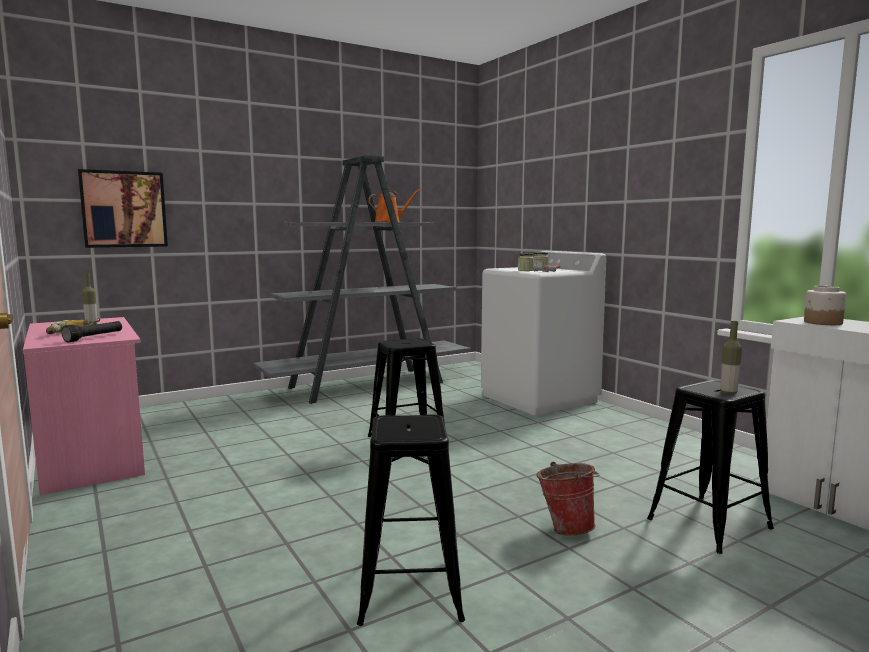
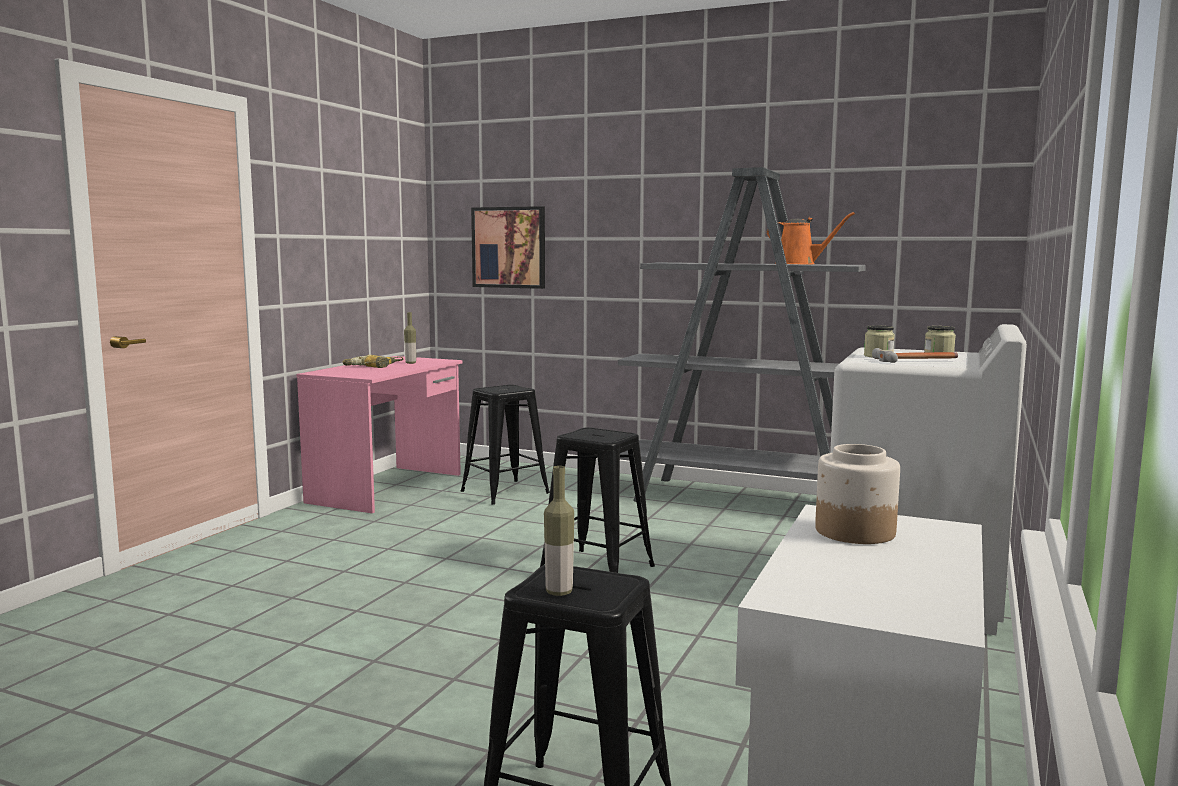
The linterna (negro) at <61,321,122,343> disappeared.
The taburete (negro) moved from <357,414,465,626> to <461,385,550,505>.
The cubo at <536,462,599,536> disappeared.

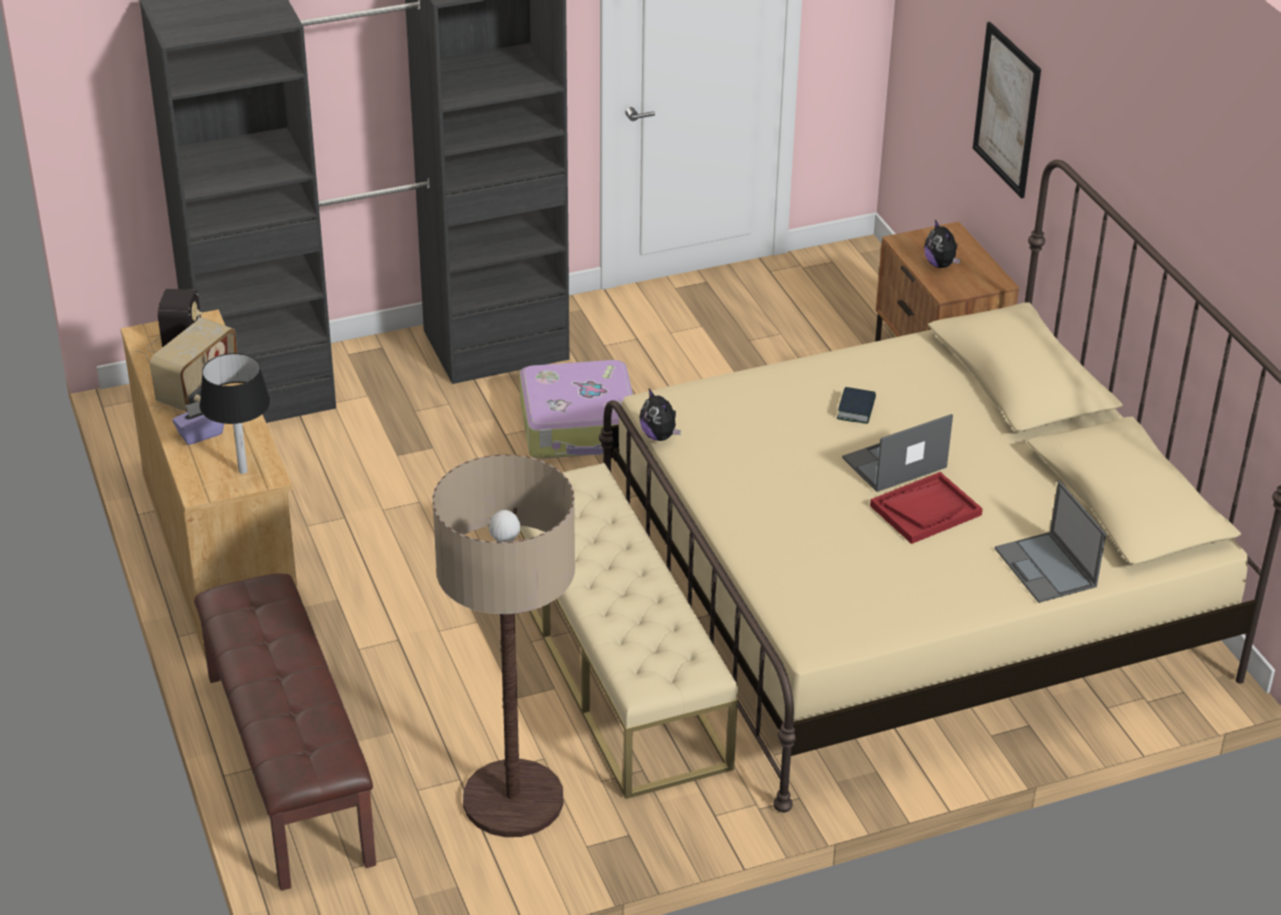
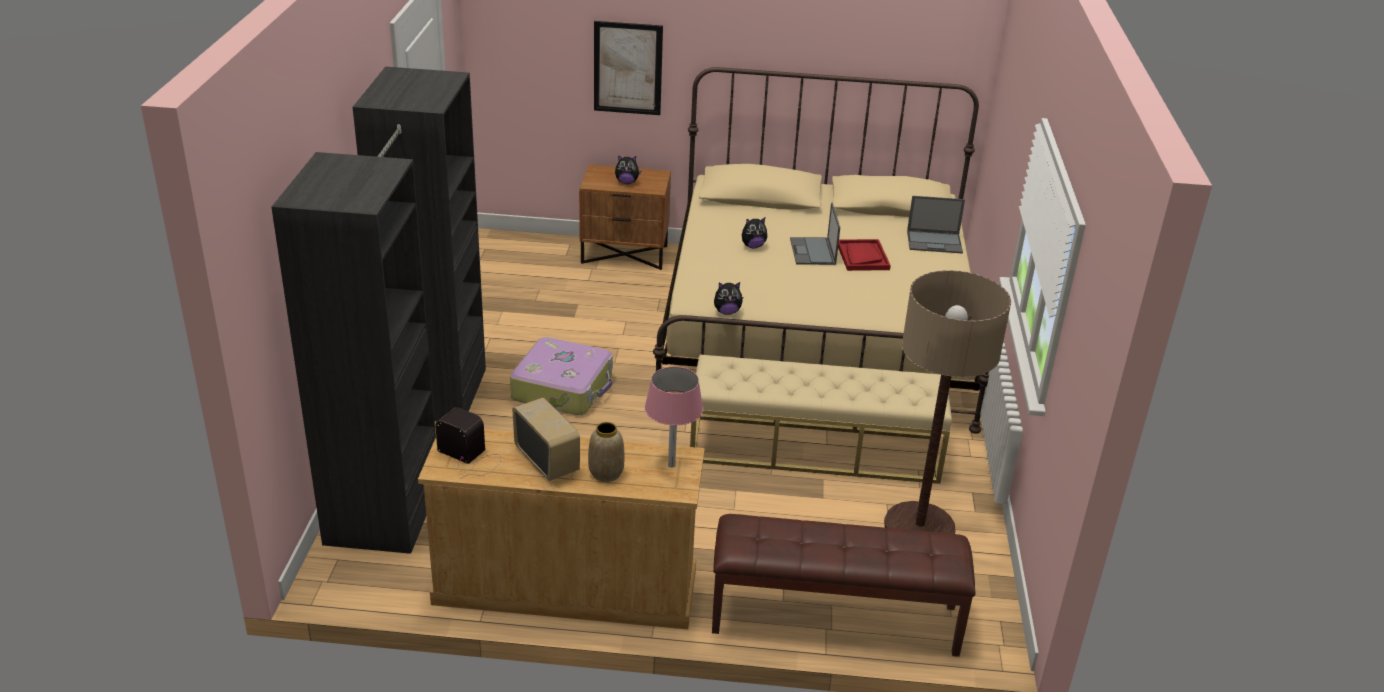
The caja de pañuelos (morado) at <172,401,224,445> was replaced by the florero at <588,422,625,482>.
The lámpara de mesa (negro) at <199,353,271,474> became the lámpara de mesa (rosa) at <645,367,703,468>.
The libro at <837,387,876,424> was replaced by the peluche at <742,218,767,248>.

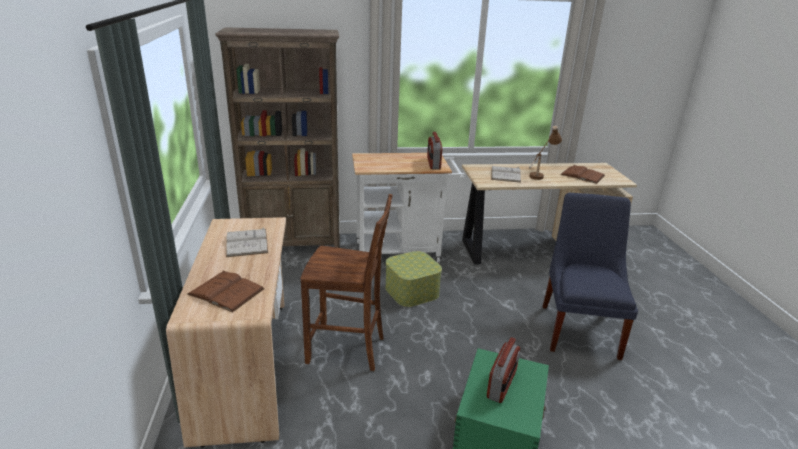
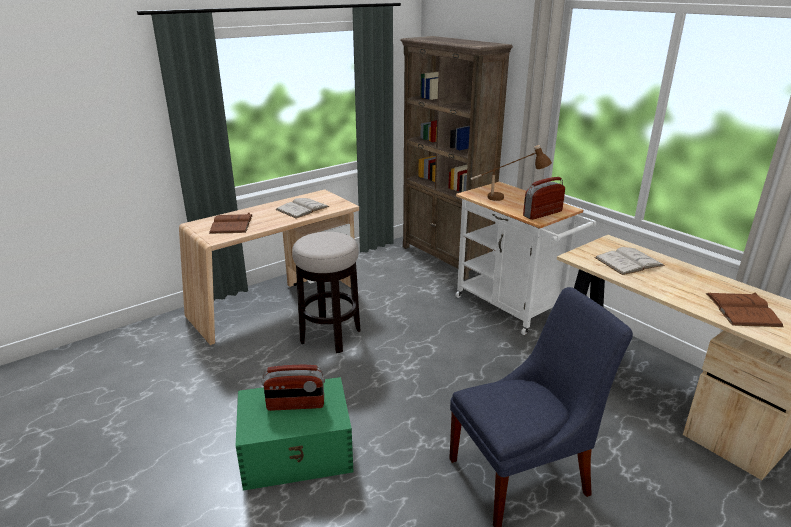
The silla (marrón) at <301,194,393,371> was replaced by the taburete at <292,232,361,353>.
The caja de almacenaje at <385,251,442,307> disappeared.
The lámpara de mesa (marrón) moved from <529,126,562,180> to <471,145,552,201>.

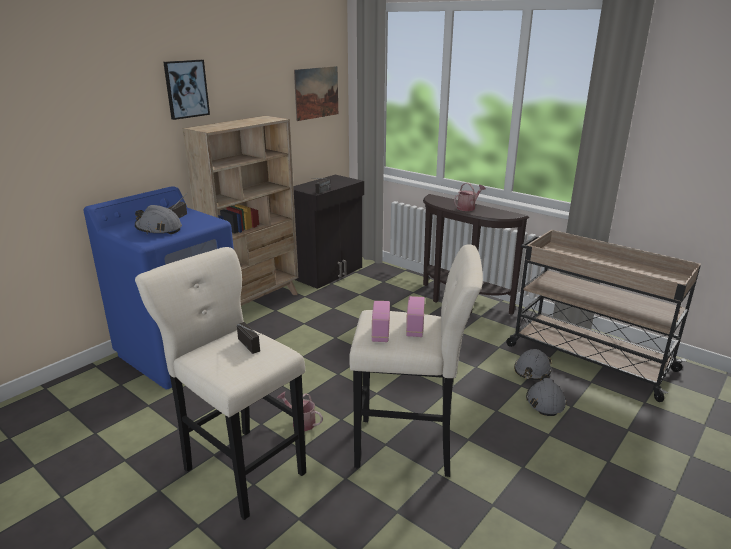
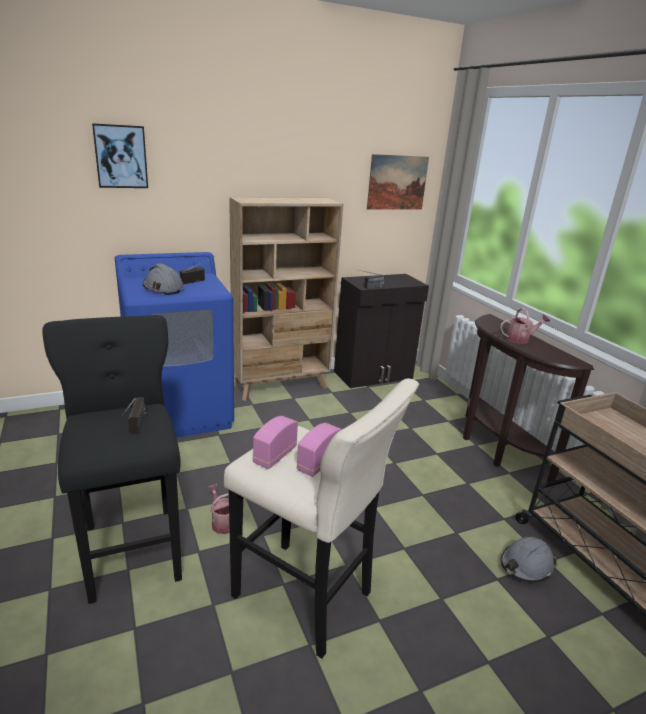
The taburete (beis) at <135,247,306,520> became the taburete (negro) at <42,315,182,604>.
The cuadro moved from <163,60,210,120> to <92,123,148,188>.
The casco (gris) at <526,374,567,416> disappeared.

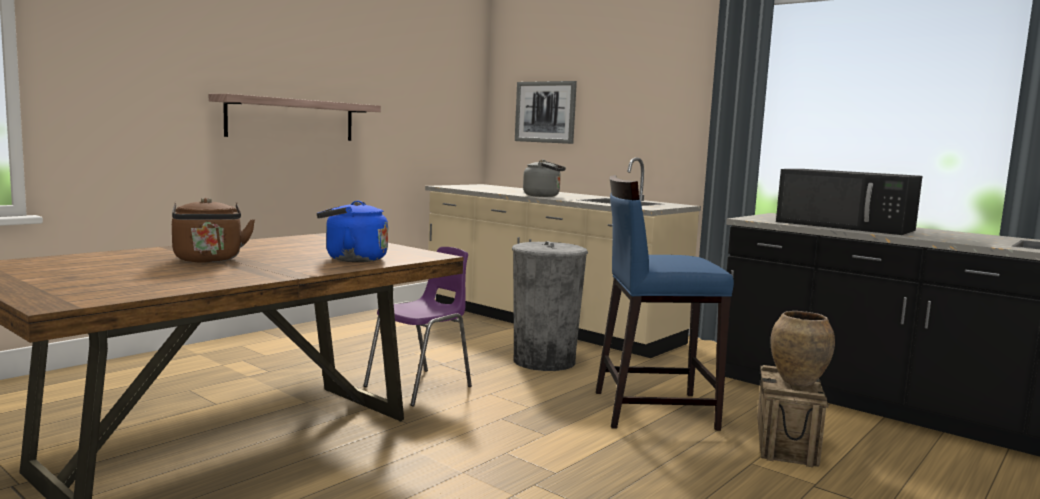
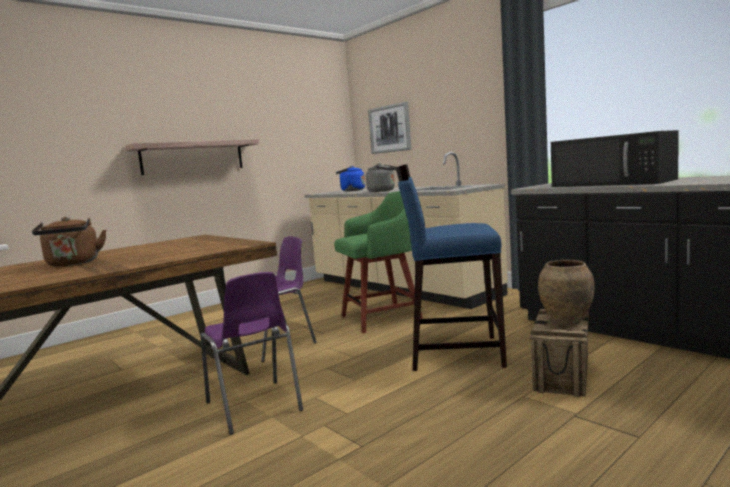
The hervidor (azul) moved from <317,201,388,262> to <336,166,365,191>.
The papelera (gris) at <512,241,588,371> was replaced by the taburete (verde) at <334,191,423,333>.
The silla (morado) at <200,272,303,435> appeared.

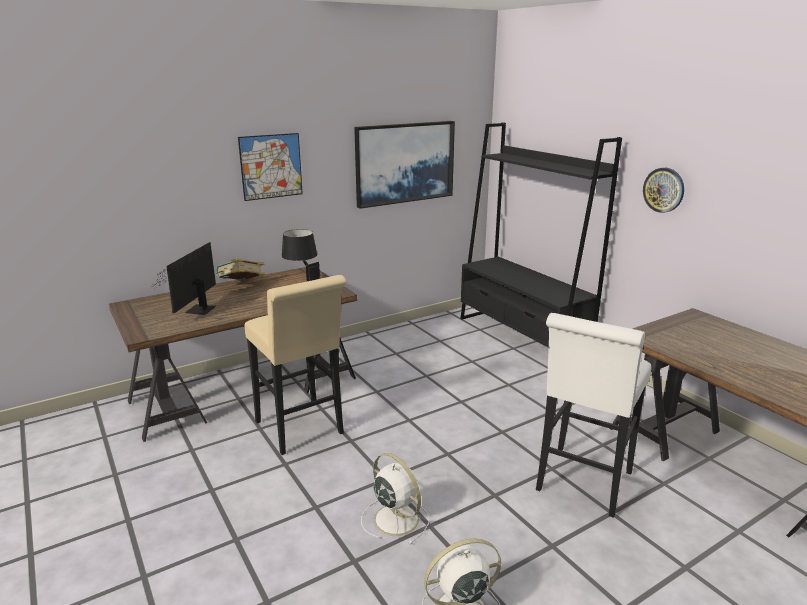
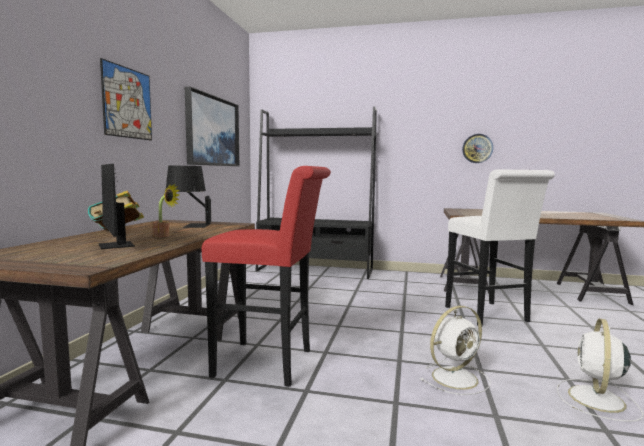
The taburete (beis) at <245,275,346,455> became the taburete (rojo) at <202,166,331,387>.
The ventilador (blanco) at <361,453,429,545> turned 150 degrees clockwise.
The reloj de pared moved from <643,168,684,213> to <462,134,493,163>.
The planta en maceta at <152,183,180,237> appeared.

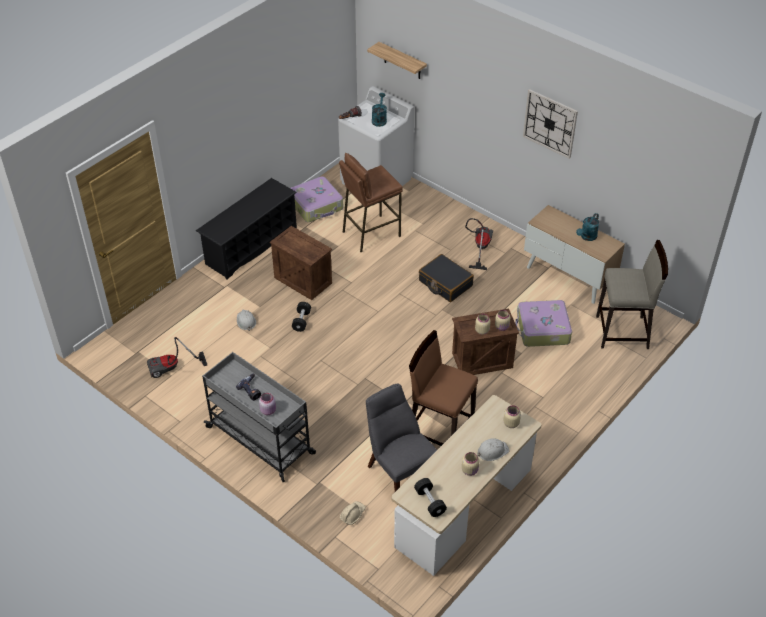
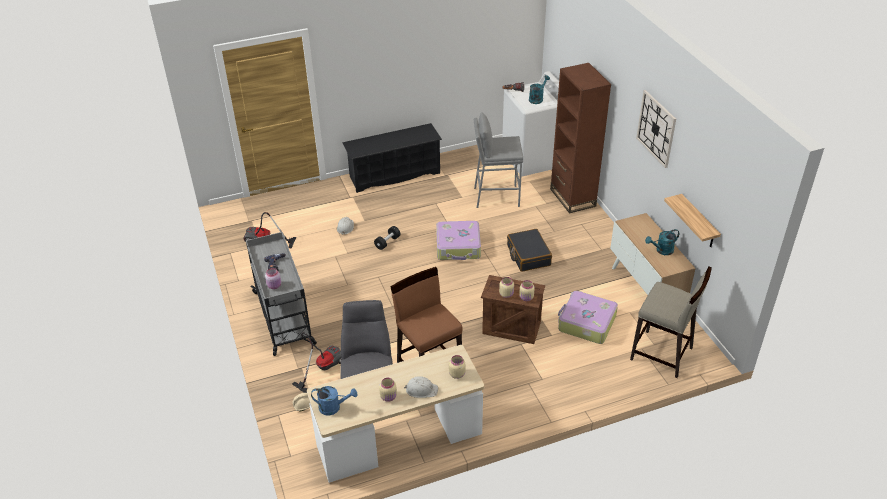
The caja de embalaje at <270,226,332,300> disappeared.
The maleta moved from <290,176,343,222> to <436,221,481,260>.
The taburete (marrón) at <339,153,403,252> became the taburete (gris) at <474,112,523,208>.
The estante moved from <367,42,427,79> to <664,194,721,247>.
The mancuerna (negro) at <414,478,447,517> was replaced by the regadera (azul) at <311,386,357,416>.
The aspiradora moved from <465,218,493,270> to <292,332,342,393>.
The estantería (marrón) at <550,63,611,213> appeared.

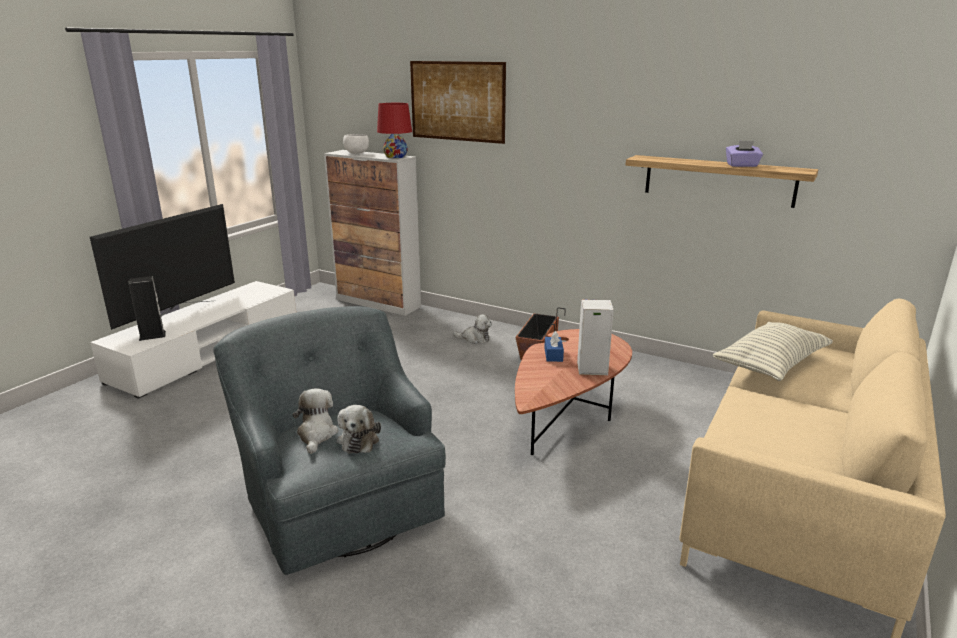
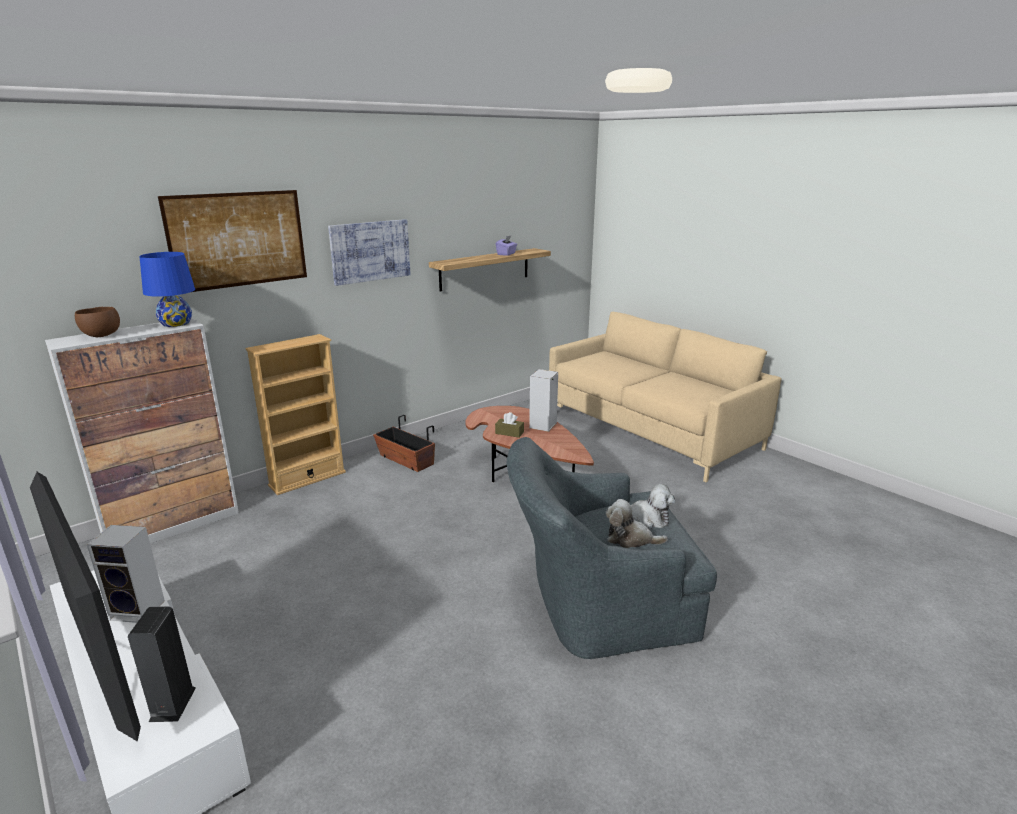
The cuenco (blanco) at <343,134,369,154> became the cuenco (marrón) at <75,307,120,337>.
The lámpara de mesa (rojo) at <377,103,412,158> became the lámpara de mesa (azul) at <139,252,195,327>.
The peluche at <453,314,492,344> disappeared.
The caja de pañuelos (azul) at <544,331,564,362> became the caja de pañuelos (marrón) at <495,412,524,438>.
The cojín at <713,322,833,381> disappeared.
The altavoz at <87,525,165,623> appeared.
The estantería (beis) at <245,334,346,495> appeared.
The cuadro at <328,219,410,286> appeared.

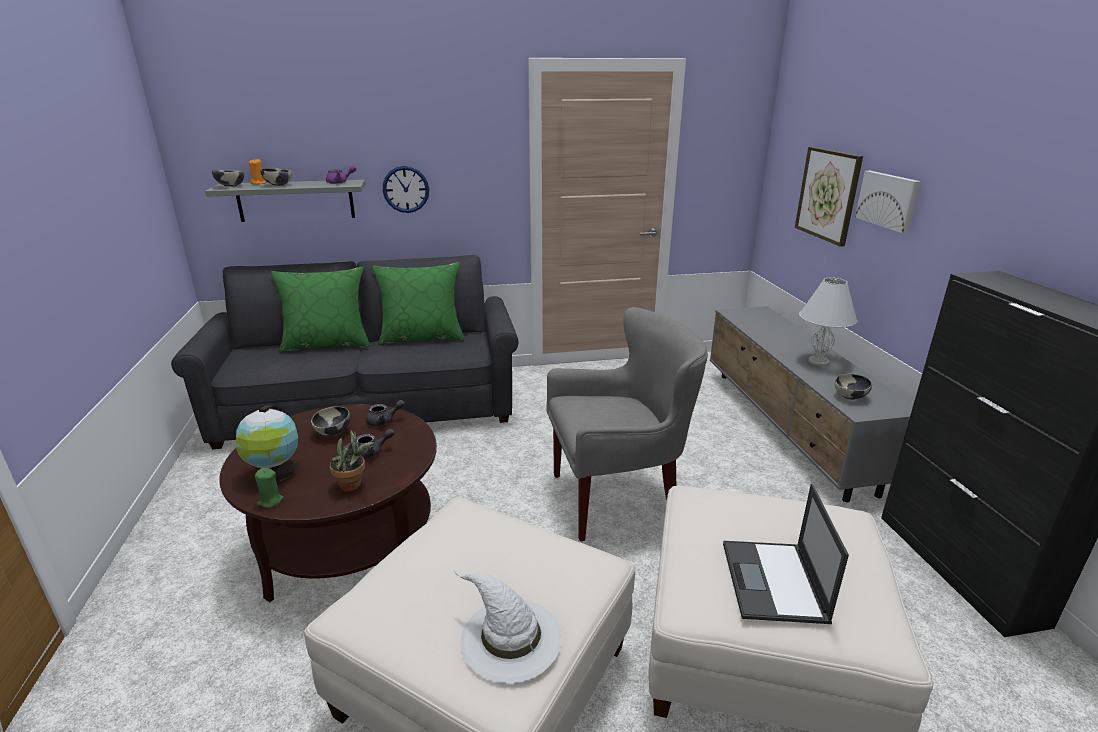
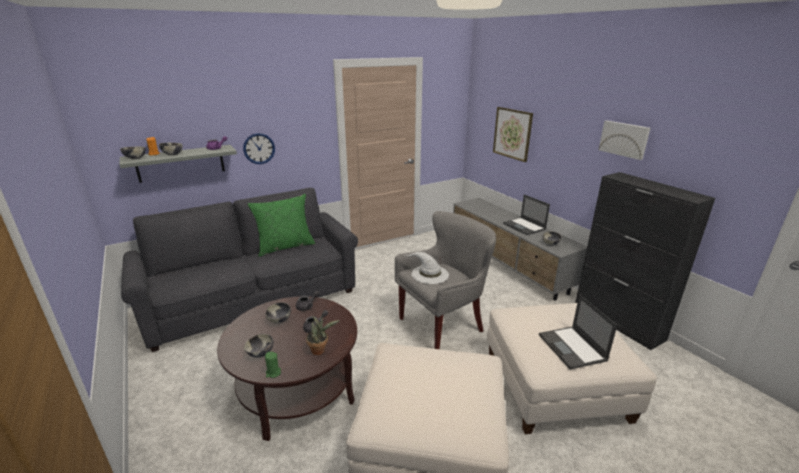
The globo terráqueo at <236,405,298,482> was replaced by the cuenco at <244,334,273,358>.
The cojín (verde) at <271,266,370,353> disappeared.
The sombrero (blanco) moved from <454,571,562,683> to <404,252,449,284>.
The lámpara de mesa (blanco) at <799,278,857,366> was replaced by the portátil at <503,195,550,235>.
The cuadro moved from <855,171,921,233> to <599,121,650,160>.

